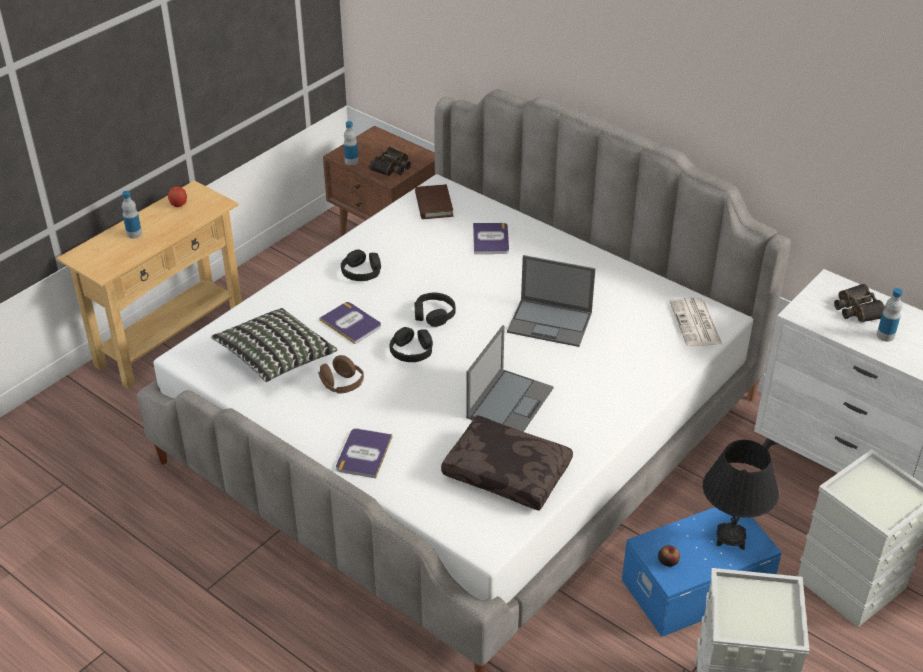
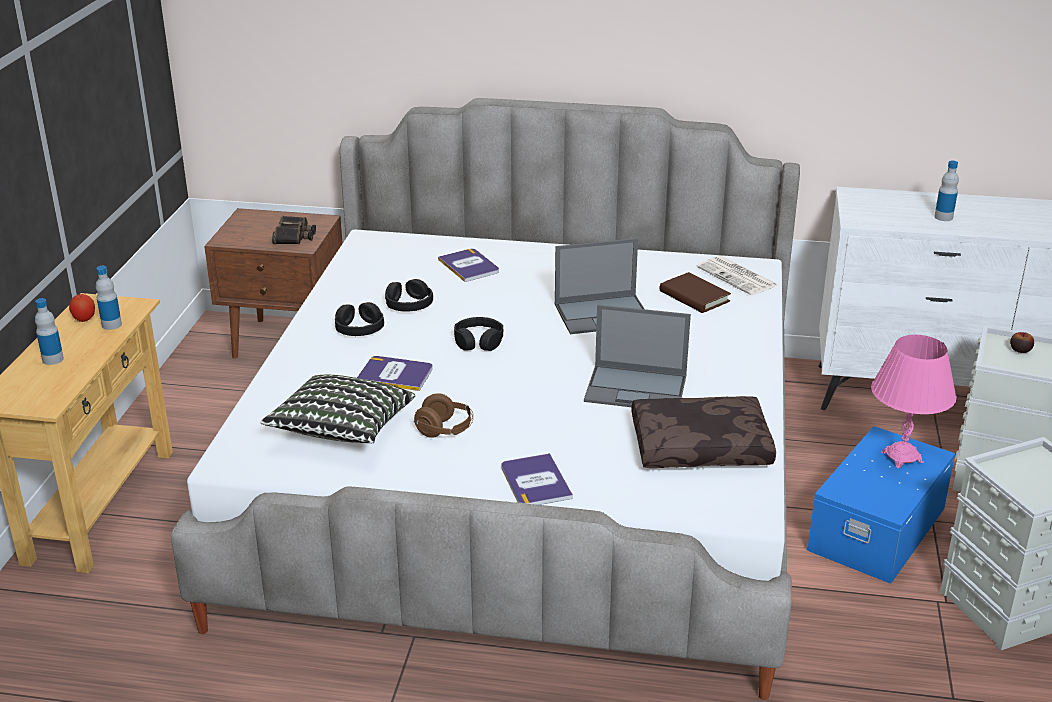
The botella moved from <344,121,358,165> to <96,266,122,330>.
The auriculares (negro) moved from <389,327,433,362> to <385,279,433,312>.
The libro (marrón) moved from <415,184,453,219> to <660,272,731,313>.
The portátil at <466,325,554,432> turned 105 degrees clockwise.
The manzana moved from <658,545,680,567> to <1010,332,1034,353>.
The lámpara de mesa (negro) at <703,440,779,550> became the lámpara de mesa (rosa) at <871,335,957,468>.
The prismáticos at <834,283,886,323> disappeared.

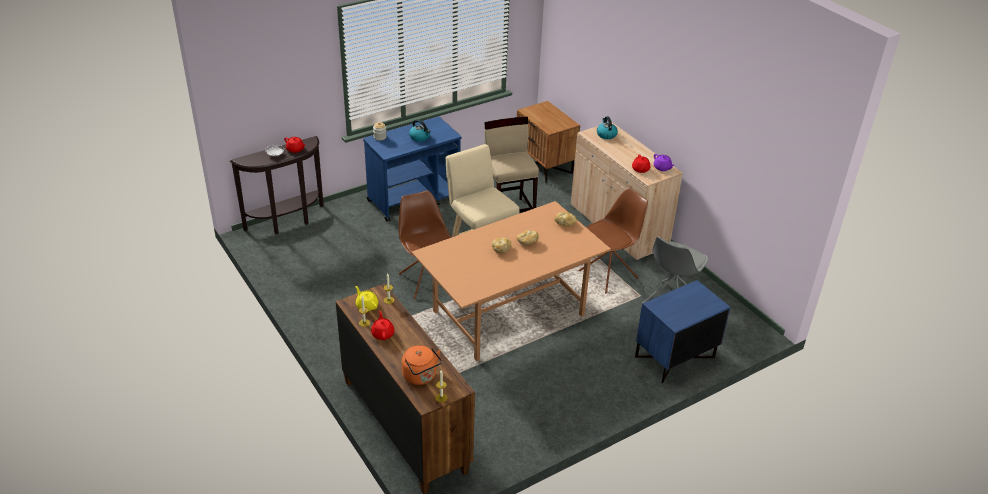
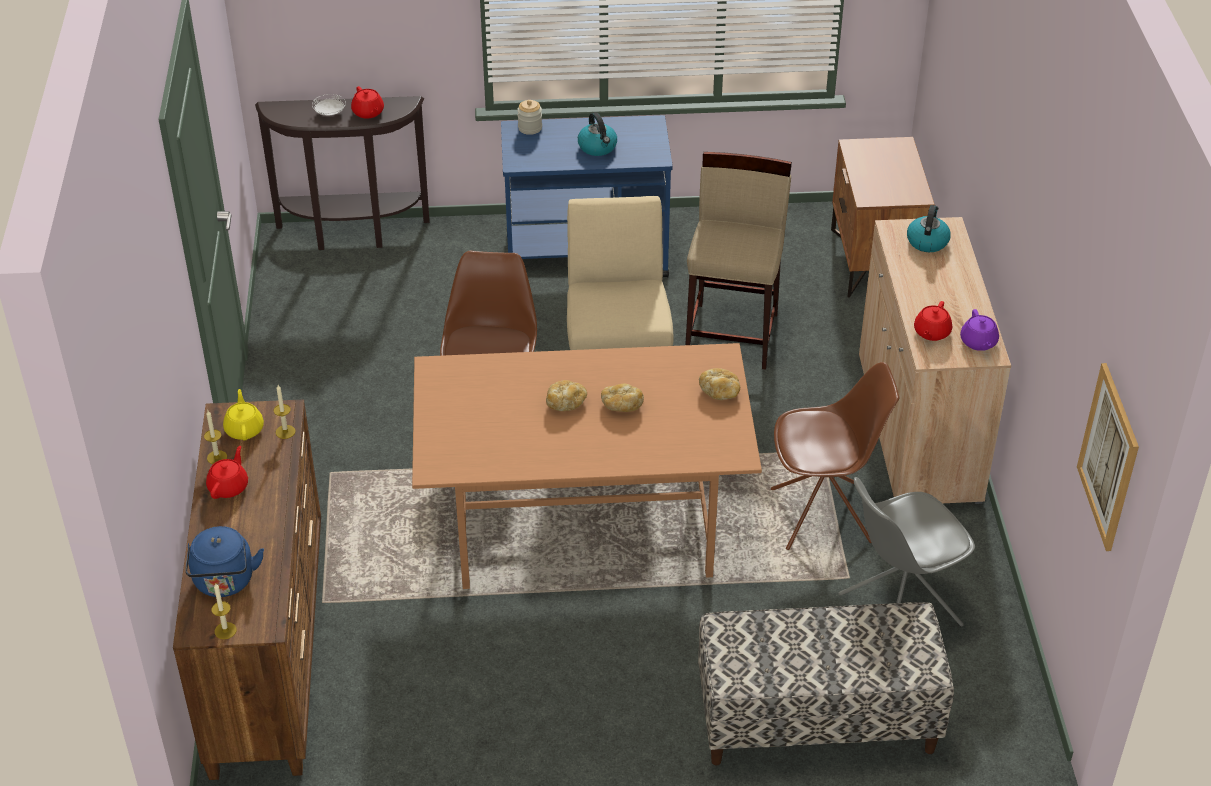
The hervidor (naranja) at <402,345,442,385> became the hervidor (azul) at <185,526,264,597>.
The mesita de noche (azul) at <635,280,730,383> was replaced by the banco at <698,602,954,765>.
The cuadro at <1077,363,1139,551> appeared.

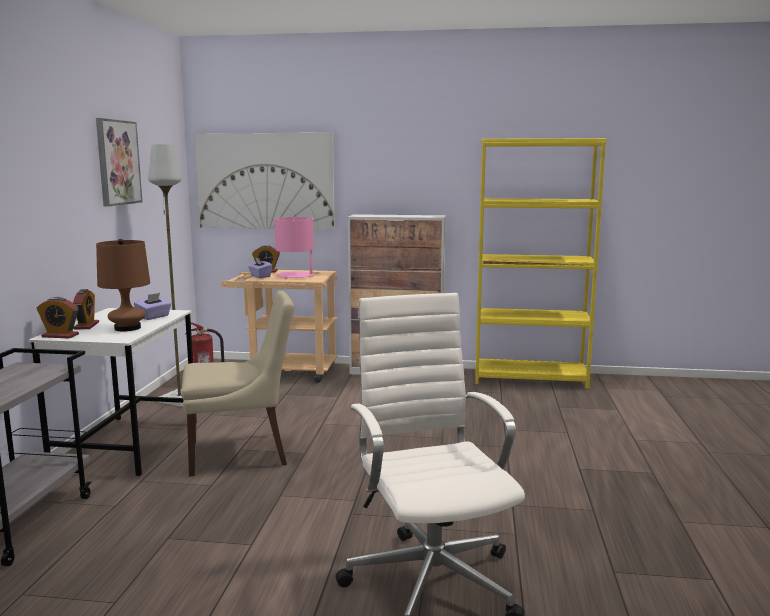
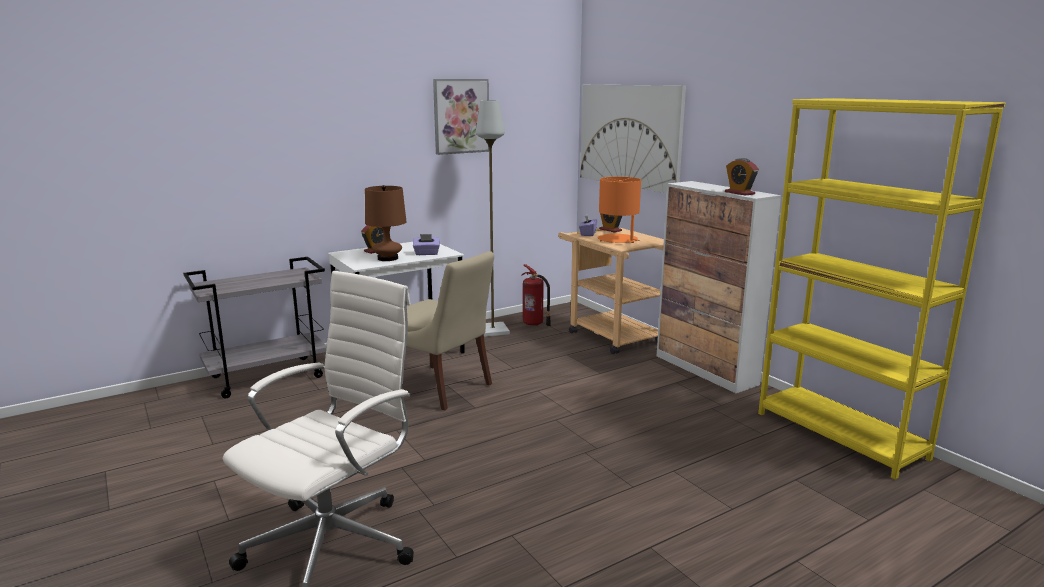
The despertador moved from <37,297,79,338> to <725,158,759,196>.
The lámpara de mesa (rosa) at <274,217,319,279> became the lámpara de mesa (naranja) at <598,177,641,243>.

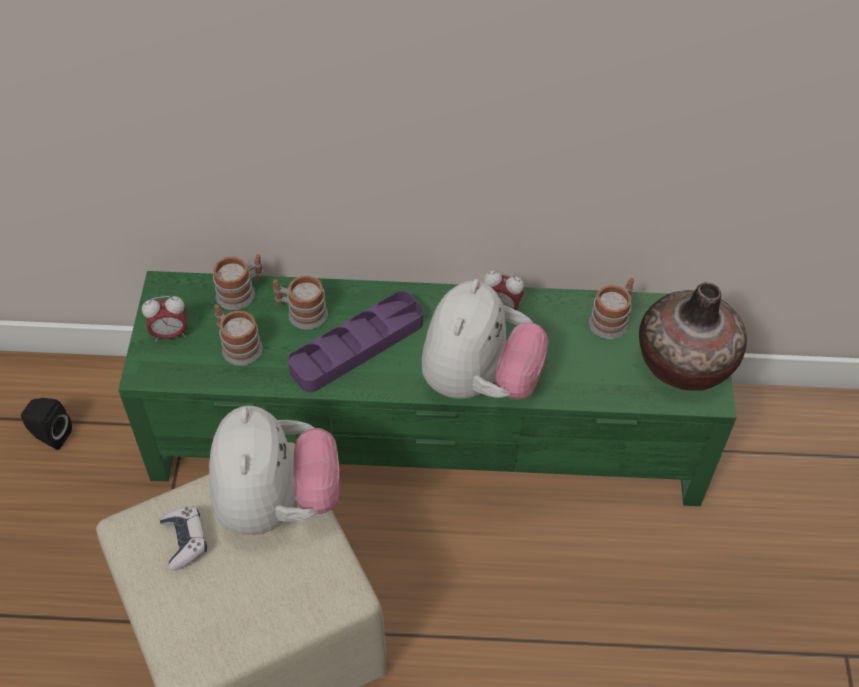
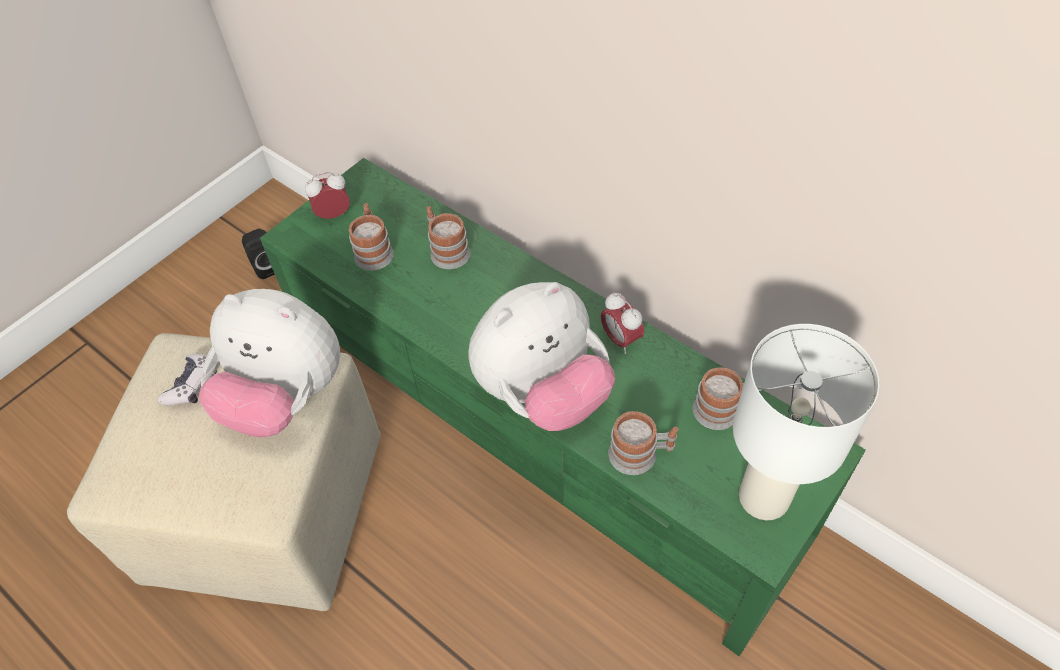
The despertador at <142,296,187,342> turned 135 degrees clockwise.
The peluche at <209,406,340,535> turned 75 degrees clockwise.
The taza grande moved from <213,254,263,310> to <608,411,678,475>.
The bandeja (morado) at <288,291,423,392> disappeared.
The florero at <639,282,747,391> was replaced by the lámpara de mesa (blanco) at <733,324,880,520>.

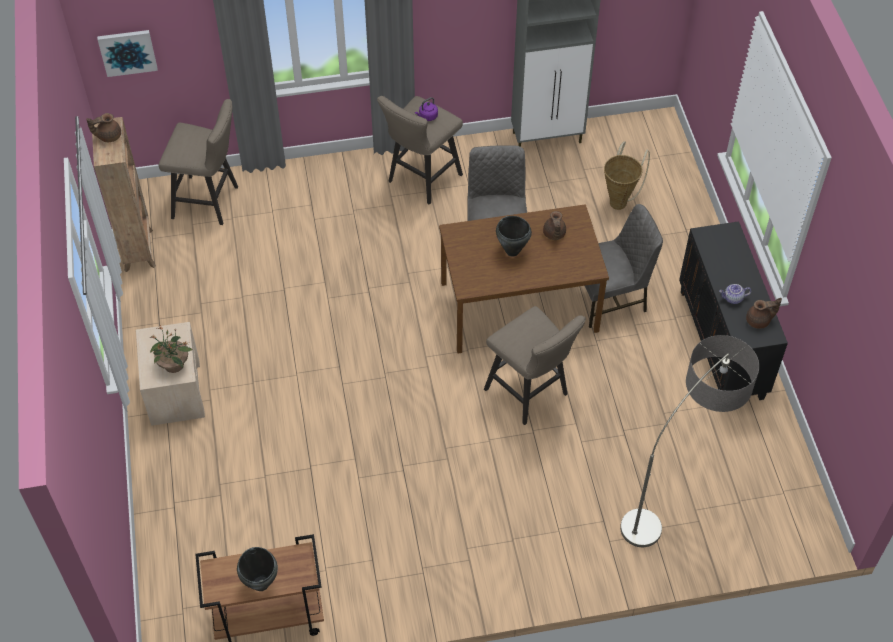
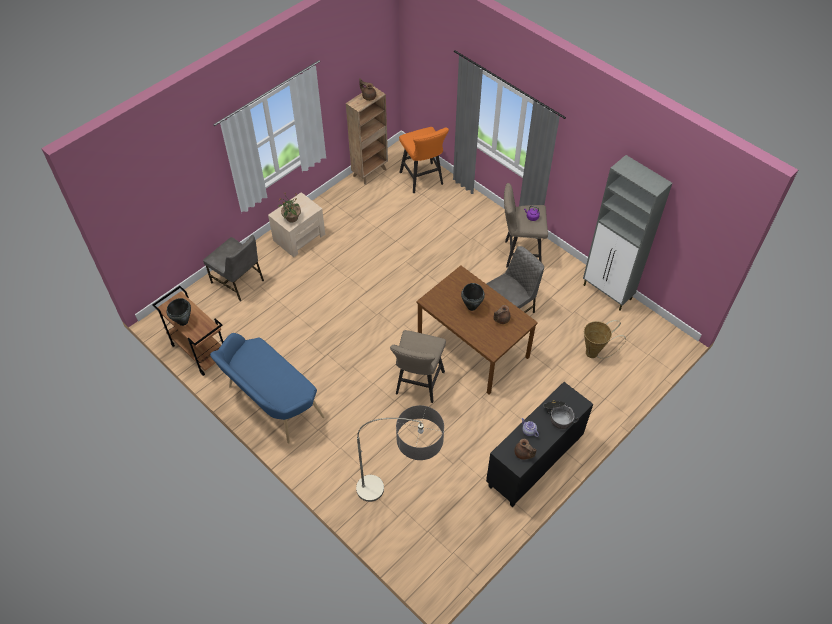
The cuadro at <97,30,158,77> disappeared.
The taburete (beis) at <159,99,238,225> became the taburete (naranja) at <399,127,449,193>.
The silla (gris) moved from <585,204,663,328> to <203,235,264,301>.
The banco (azul) at <210,333,325,444> appeared.
The olla at <543,400,579,429> appeared.

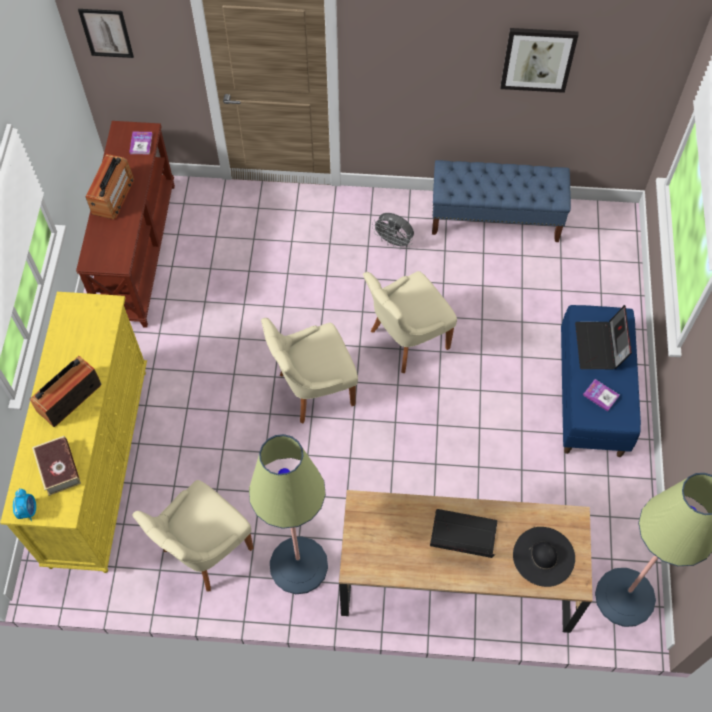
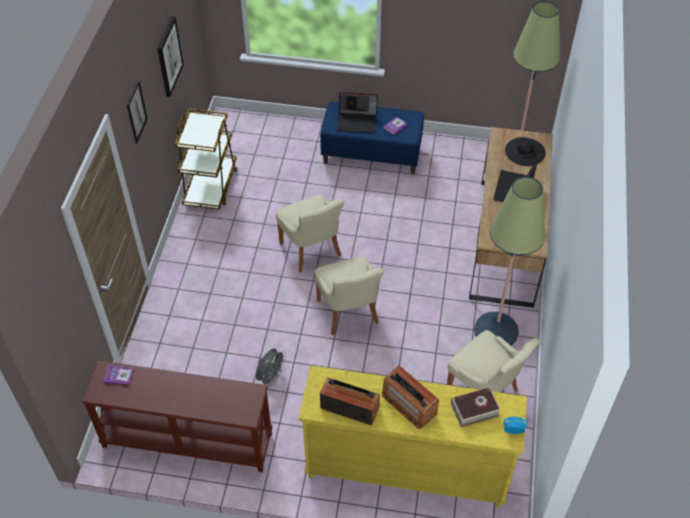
The cuadro moved from <78,9,134,58> to <127,80,148,144>.
The radio moved from <85,154,135,220> to <320,377,380,425>.
The ventilador (gris) moved from <372,213,414,249> to <256,349,286,385>.
The banco (azul) at <432,160,571,242> was replaced by the carrito (marrón) at <175,108,237,210>.

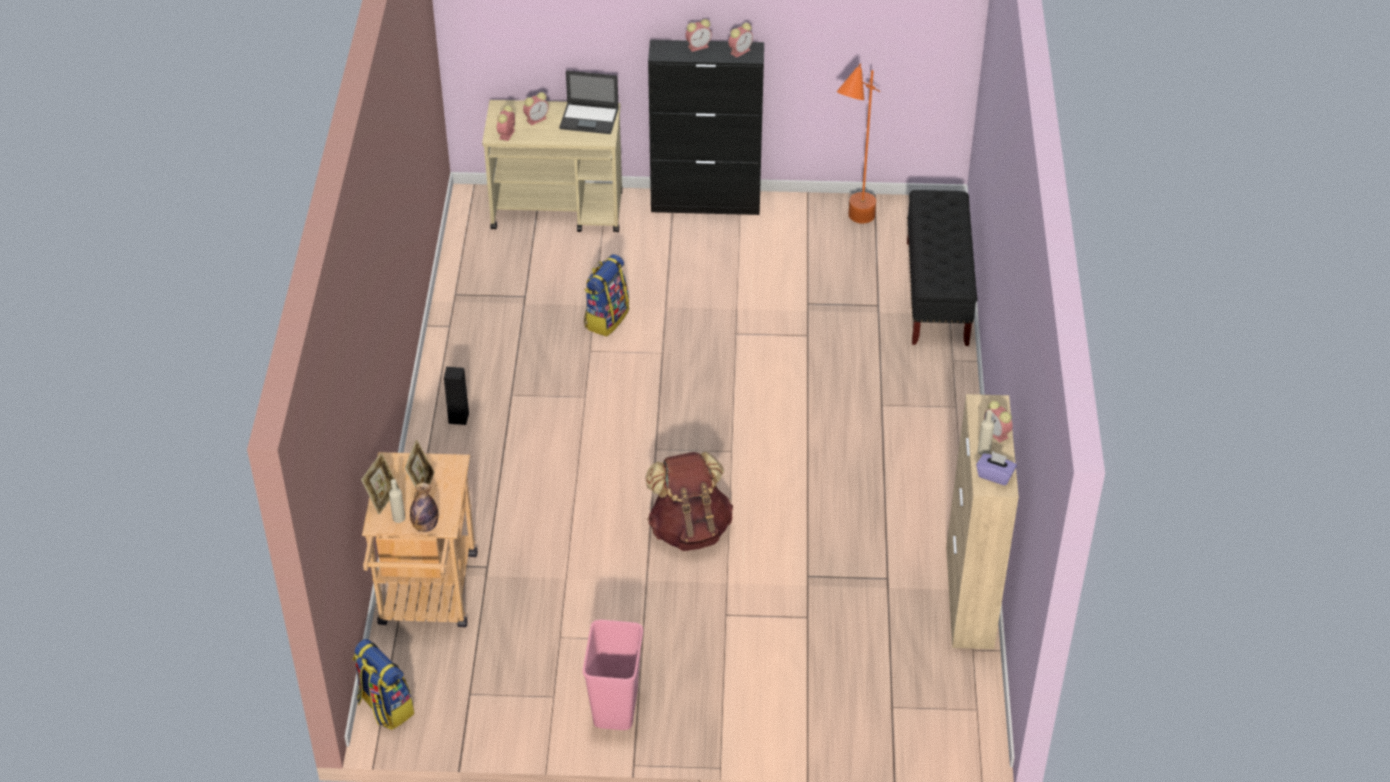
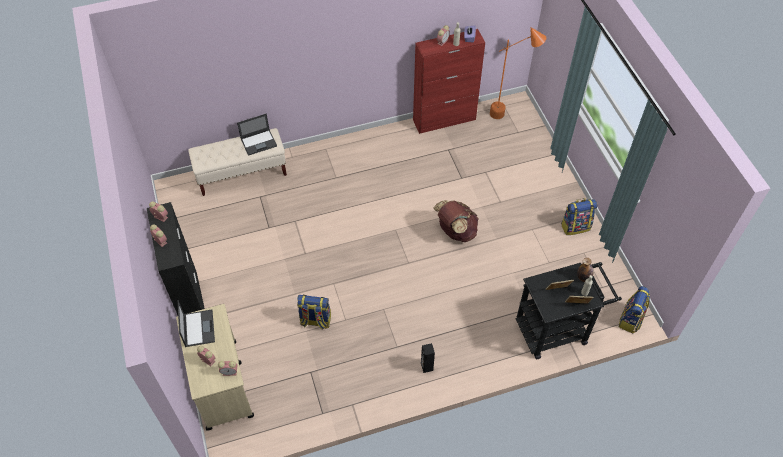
The carrito (beis) at <362,452,477,628> became the carrito (negro) at <516,262,622,359>.
The papelera (rosa) at <583,620,643,730> was replaced by the mochila at <561,198,597,235>.
The lámpara de pie (naranja) moved from <837,64,880,224> to <490,27,546,119>.
The banco (negro) at <907,190,978,346> became the banco (beis) at <188,128,287,196>.
The armario (beis) at <946,394,1019,649> became the armario (rojo) at <413,29,485,134>.
The portátil at <237,114,277,156> appeared.

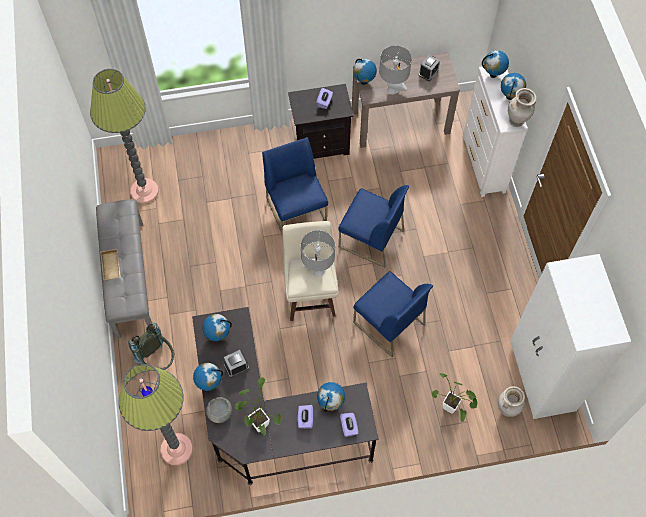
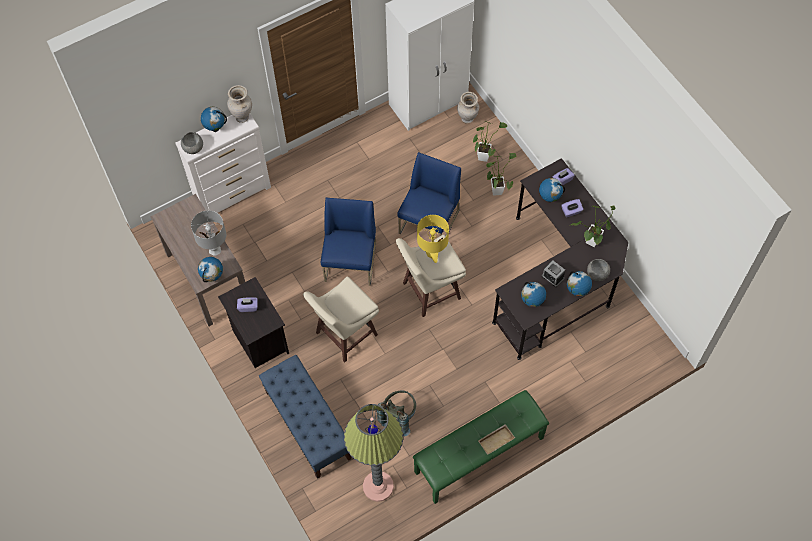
The banco (gris) at <96,199,152,338> became the banco (verde) at <413,390,549,504>.
The lámpara de pie at <118,364,193,465> disappeared.
The mochila (gris) moved from <128,323,174,370> to <377,391,416,436>.
The silla (azul) at <262,137,328,236> was replaced by the taburete (beis) at <303,276,379,362>.
The lámpara de mesa (gris) at <301,230,335,277> became the lámpara de mesa (amarillo) at <417,215,449,263>.
The despertador at <419,55,440,81> disappeared.
The globo terráqueo at <482,50,509,78> was replaced by the cuenco (gris) at <181,132,203,154>.
The banco (azul) at <259,355,351,479> appeared.
The planta en maceta at <486,153,516,196> appeared.

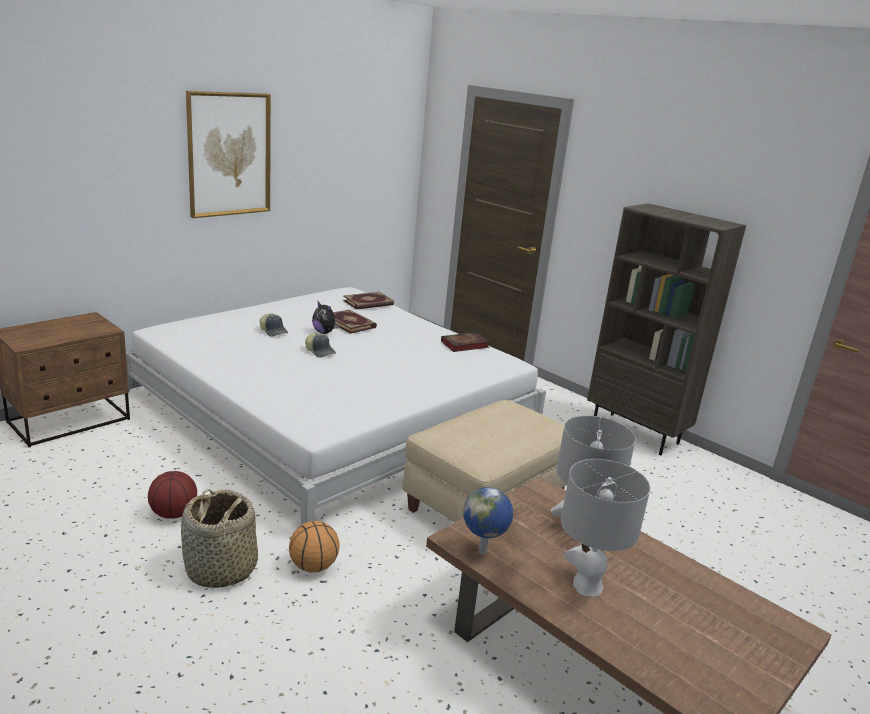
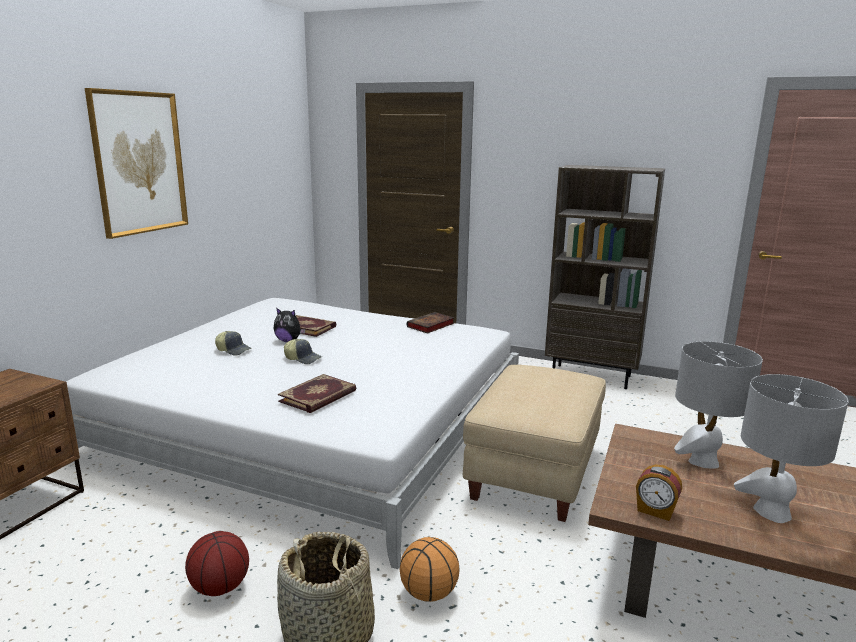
The libro moved from <343,292,394,310> to <278,374,356,413>.
The globo terráqueo at <463,487,513,555> was replaced by the despertador at <636,464,682,521>.

